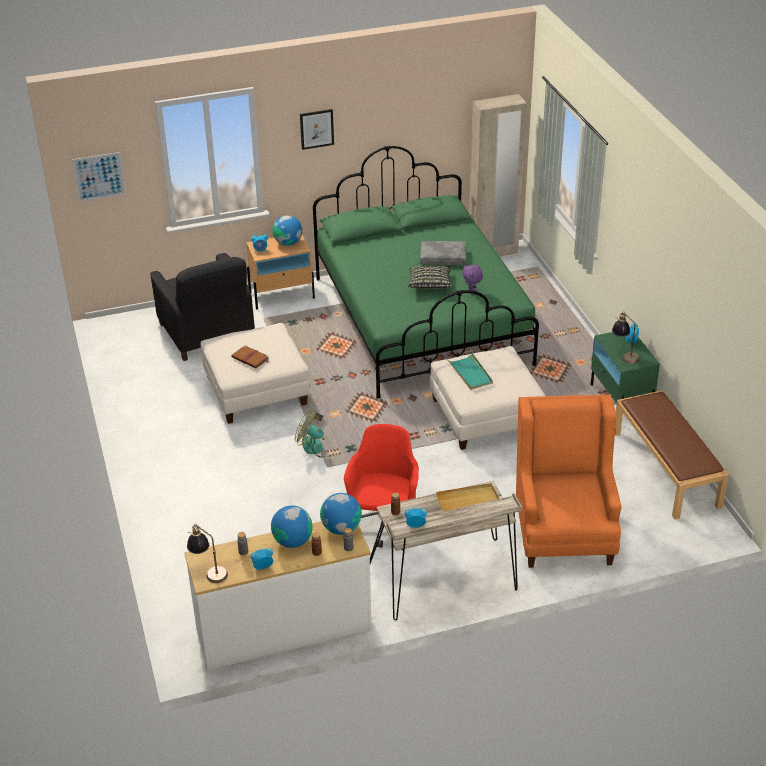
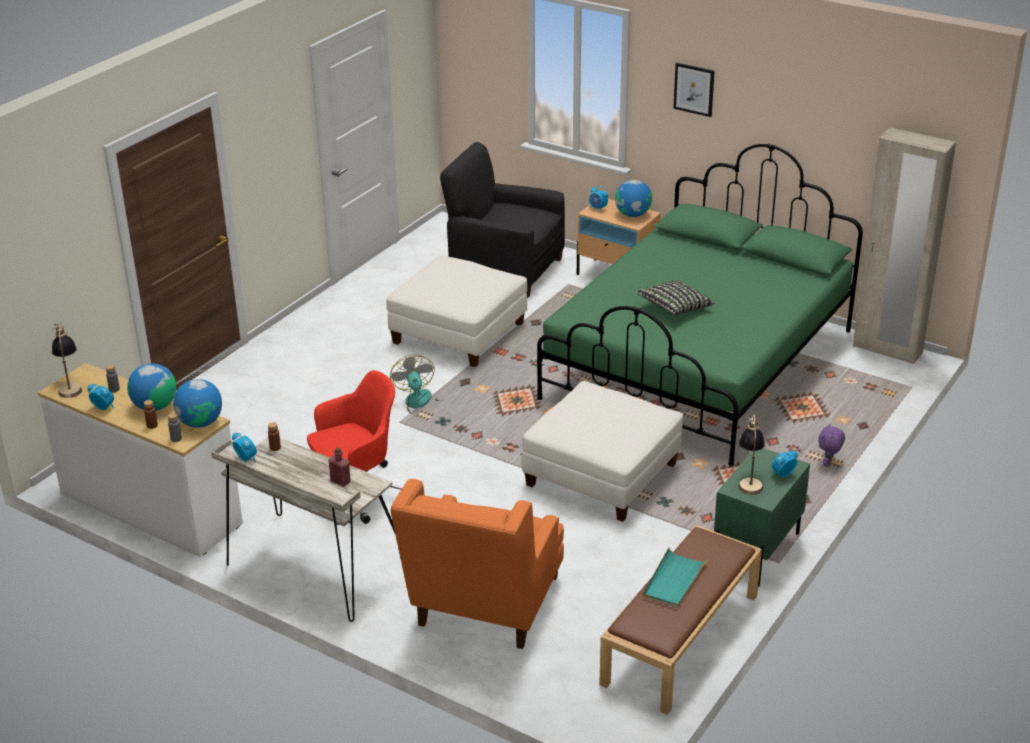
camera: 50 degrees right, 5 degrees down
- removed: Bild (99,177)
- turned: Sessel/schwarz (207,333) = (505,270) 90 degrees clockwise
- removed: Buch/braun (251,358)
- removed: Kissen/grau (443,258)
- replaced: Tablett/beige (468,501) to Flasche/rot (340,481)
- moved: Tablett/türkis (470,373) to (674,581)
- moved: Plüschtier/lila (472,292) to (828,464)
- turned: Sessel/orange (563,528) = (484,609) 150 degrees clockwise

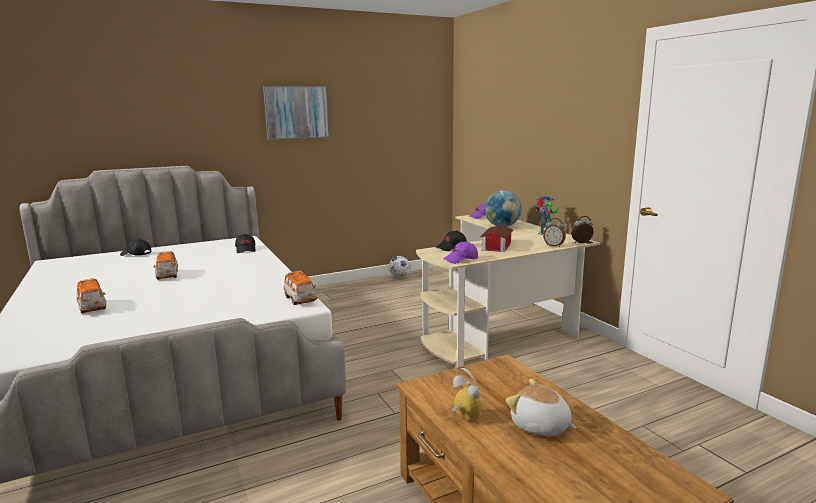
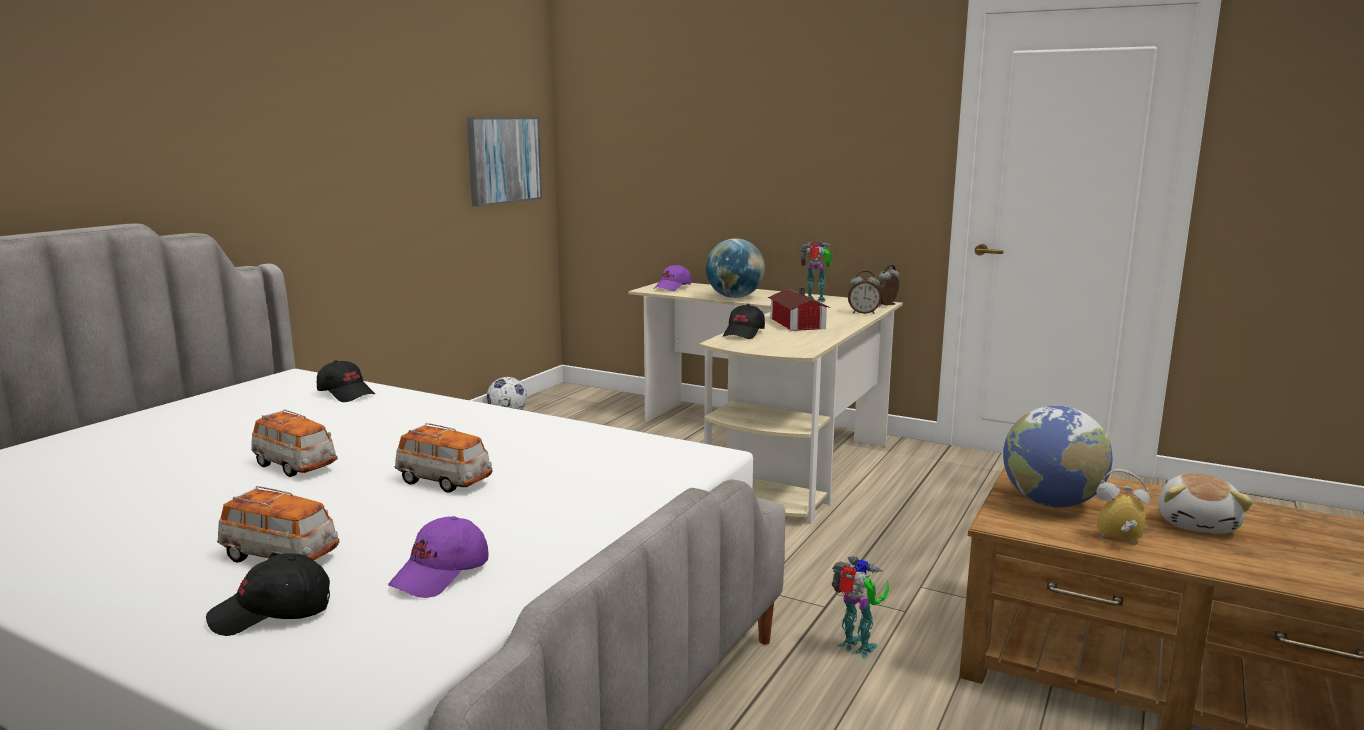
camera: 35 degrees left, 0 degrees up
- moved: Kappe/schwarz (136,254) to (272,614)
- moved: Bild (296,112) to (503,160)
- moved: Spielzeugauto (300,300) to (444,481)
- moved: Kappe/lila (461,260) to (441,574)
- turned: Plüschtier (540,426) = (1198,524) 75 degrees counterclockwise
- added: Spielzeugroboter (857,649)
- added: Globus (1051,503)

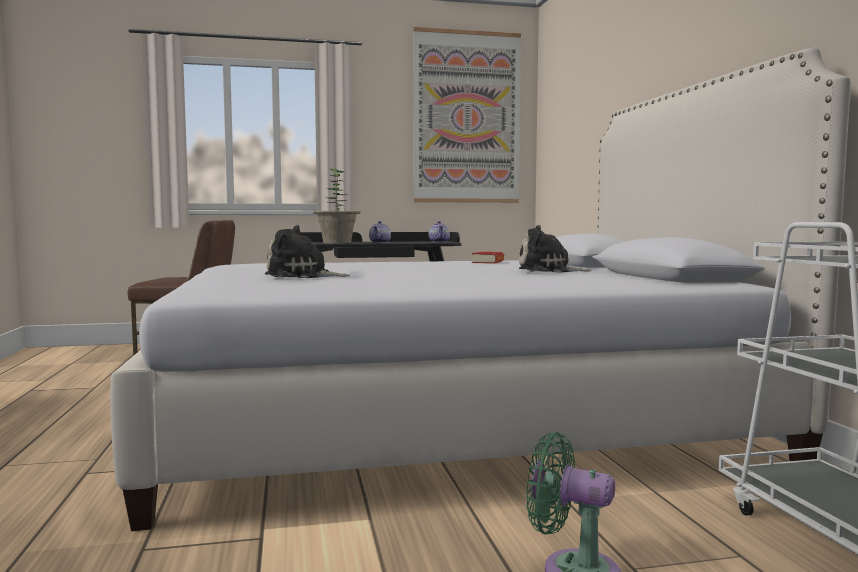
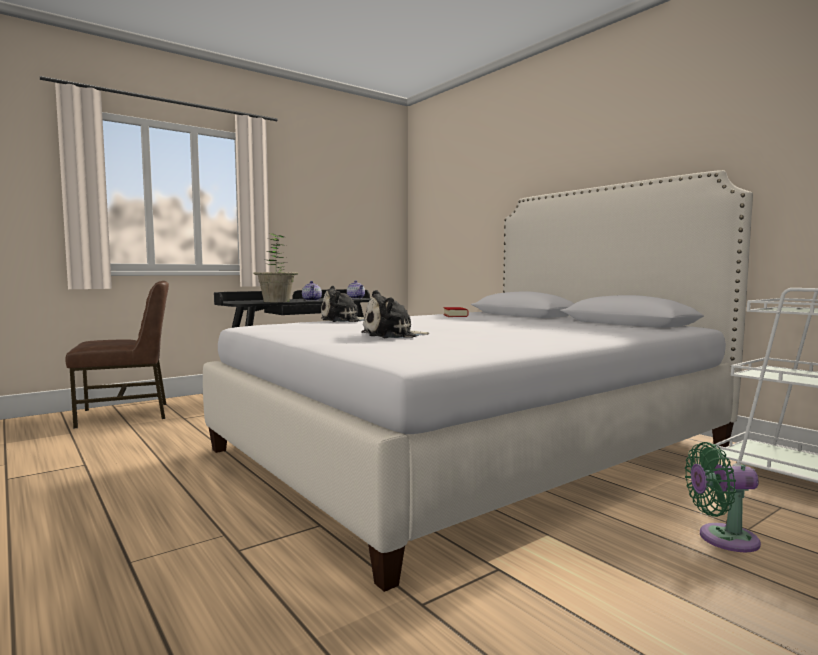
camera: 25 degrees left, 0 degrees up
- removed: Bild (466,117)
- moved: Plüschtier (548,271) to (343,320)

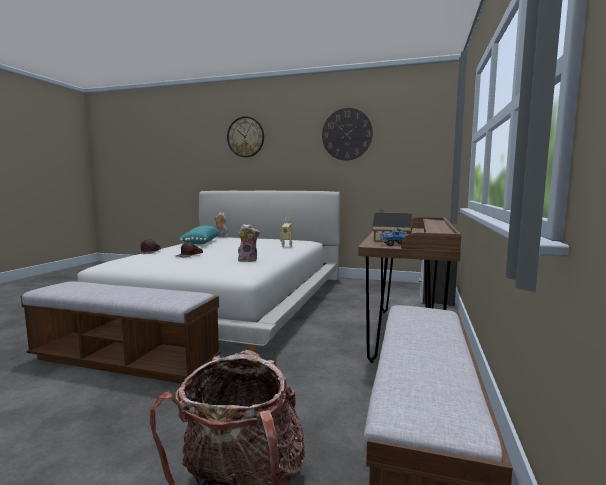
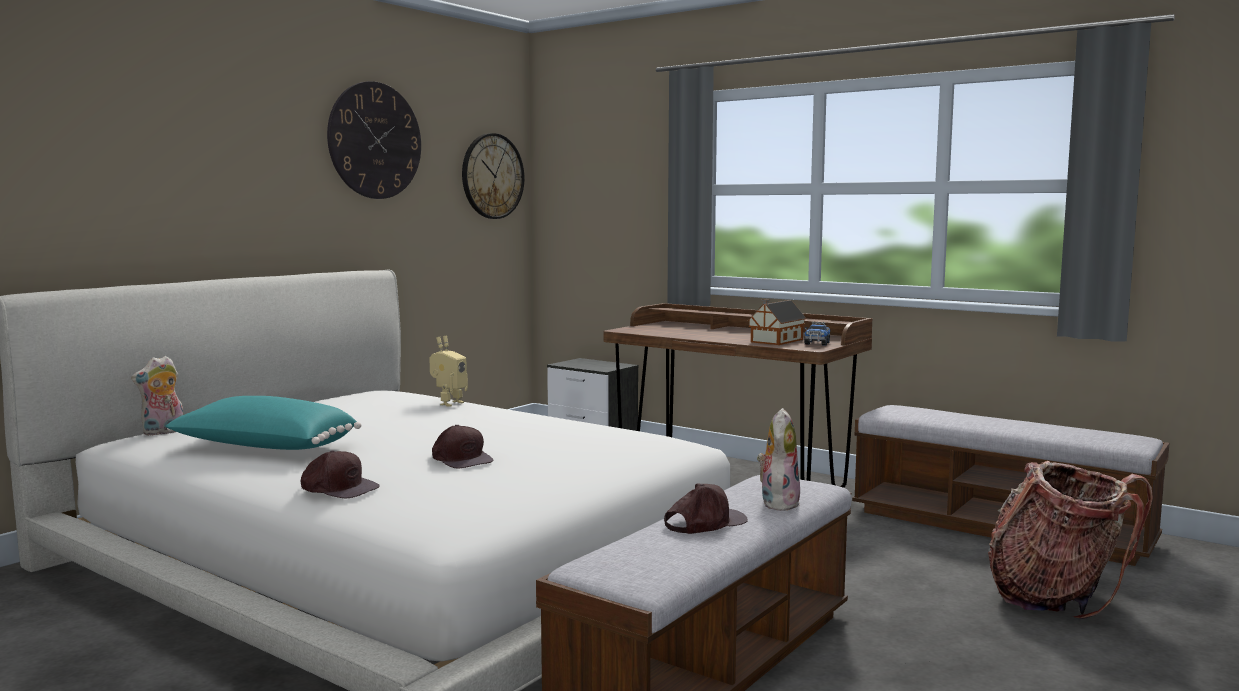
camera: 70 degrees left, 0 degrees up
- moved: Wanduhr (245,137) to (492,176)
- moved: Plüschtier (248,260) to (778,503)
- added: Kappe/braun (704,522)

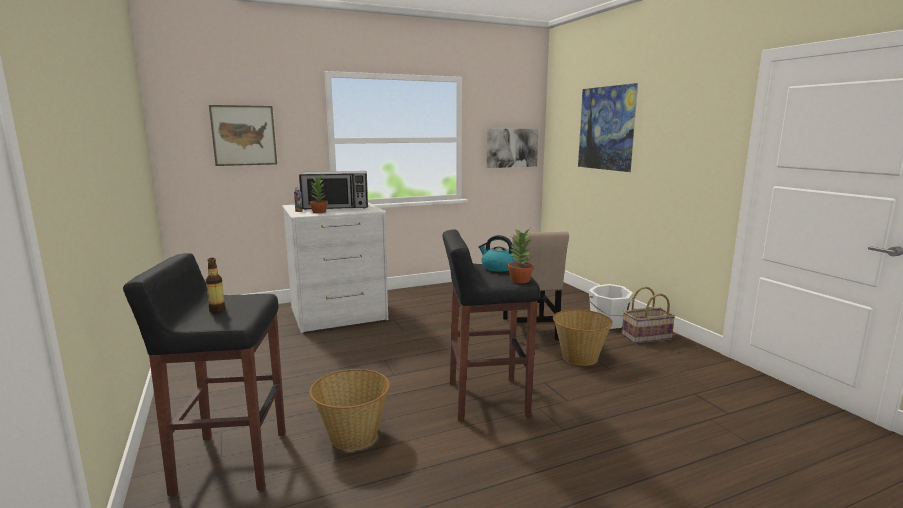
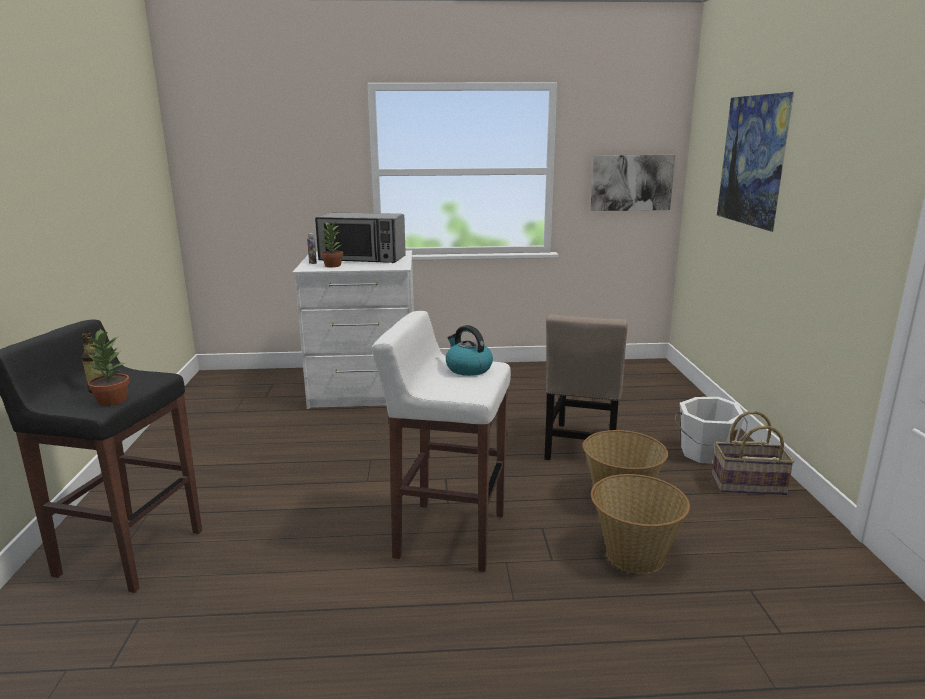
camera: 20 degrees right, 5 degrees up
- removed: Bild (244,135)
- moved: Korb (352,436) to (633,555)
- recoloured: Hocker/schwarz (485,399) to Hocker/weiß (448,535)
- moved: Topfpflanze (520,280) to (112,401)

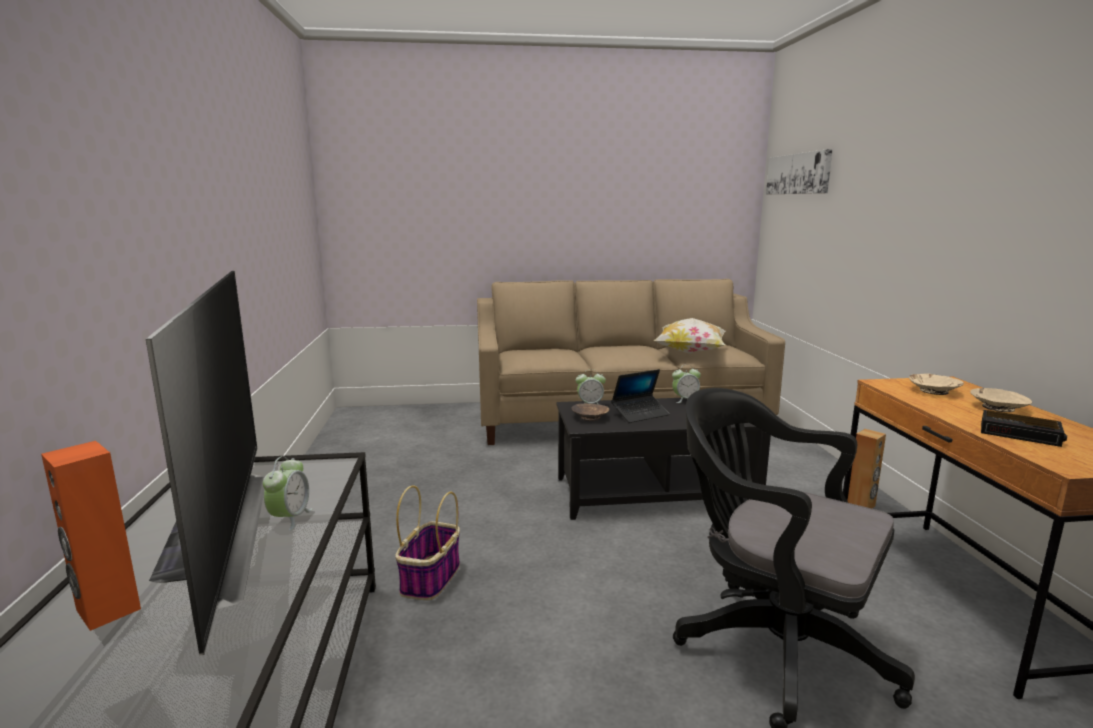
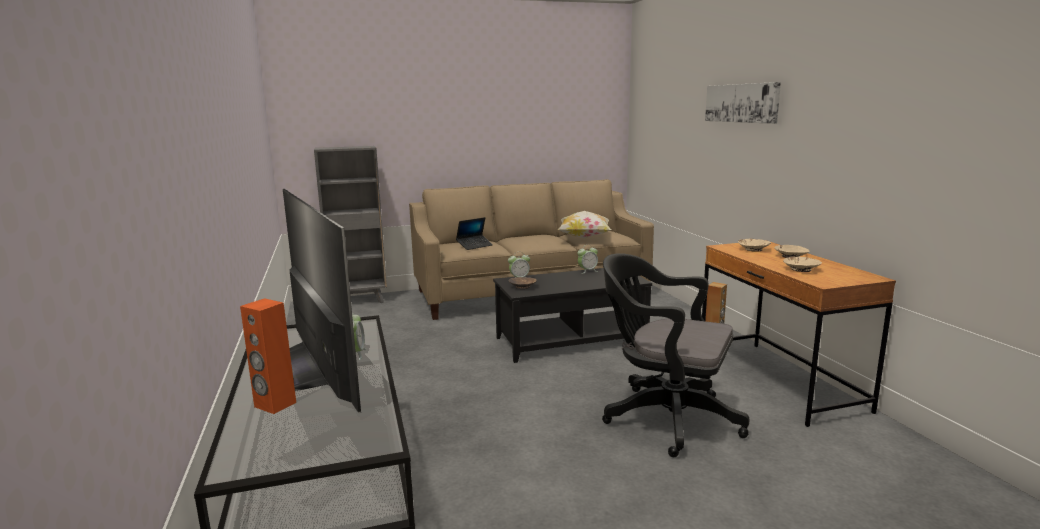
camera: 10 degrees left, 0 degrees up
- removed: Korb (430,579)
- moved: Laptop (640,414) to (474,246)
- moved: Bild (798,174) to (741,103)
- replaced: Wecker (1021,434) to Schüssel/beige (801,269)
- added: Bücherregal/grau (359,301)

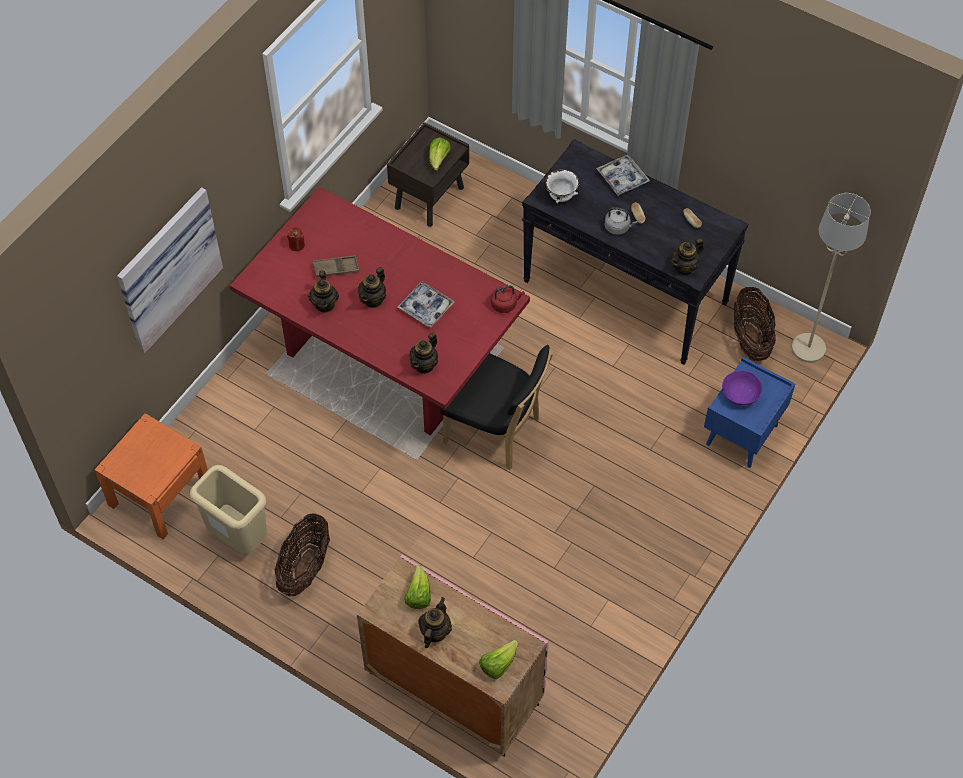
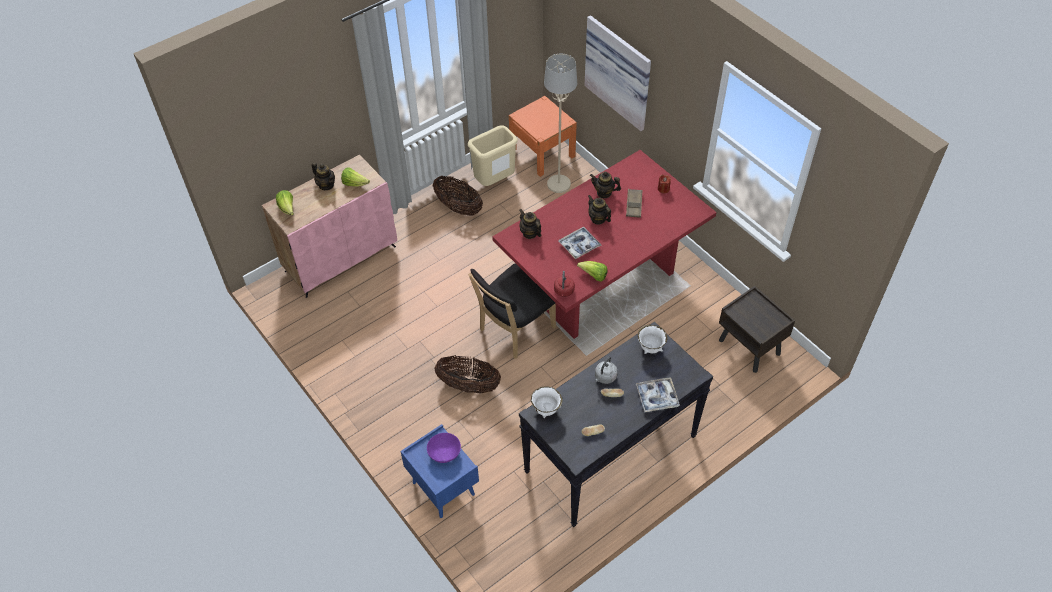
camera: 110 degrees right, 5 degrees down
- moved: Salatkopf (438,160) to (594,276)
- replaced: Teekanne (684,267) to Schüssel/weiß (546,410)
- moved: Korb (750,339) to (468,385)
- moved: Stehlampe/beige (808,349) to (558,184)

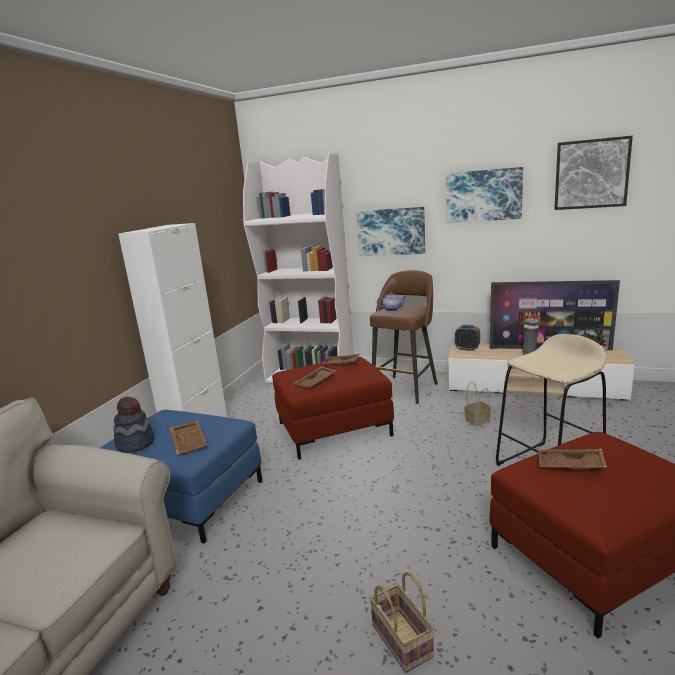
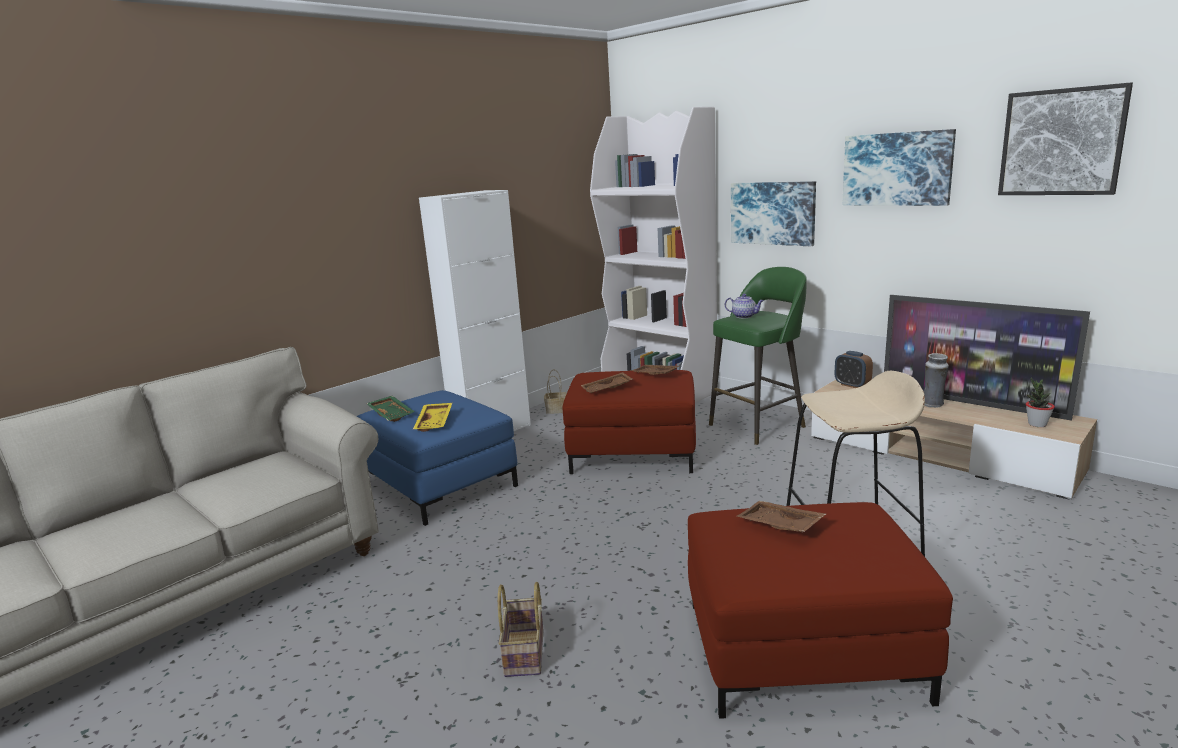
camera: 25 degrees right, 0 degrees up
- replaced: Hut (136,443) to Tablett/grün (392,414)
- recoloured: Tablett/braun (190,442) to Tablett/gelb (435,422)
- recoloured: Hocker/braun (406,389) to Hocker/grün (759,425)
- moved: Korb (477,421) to (555,410)

